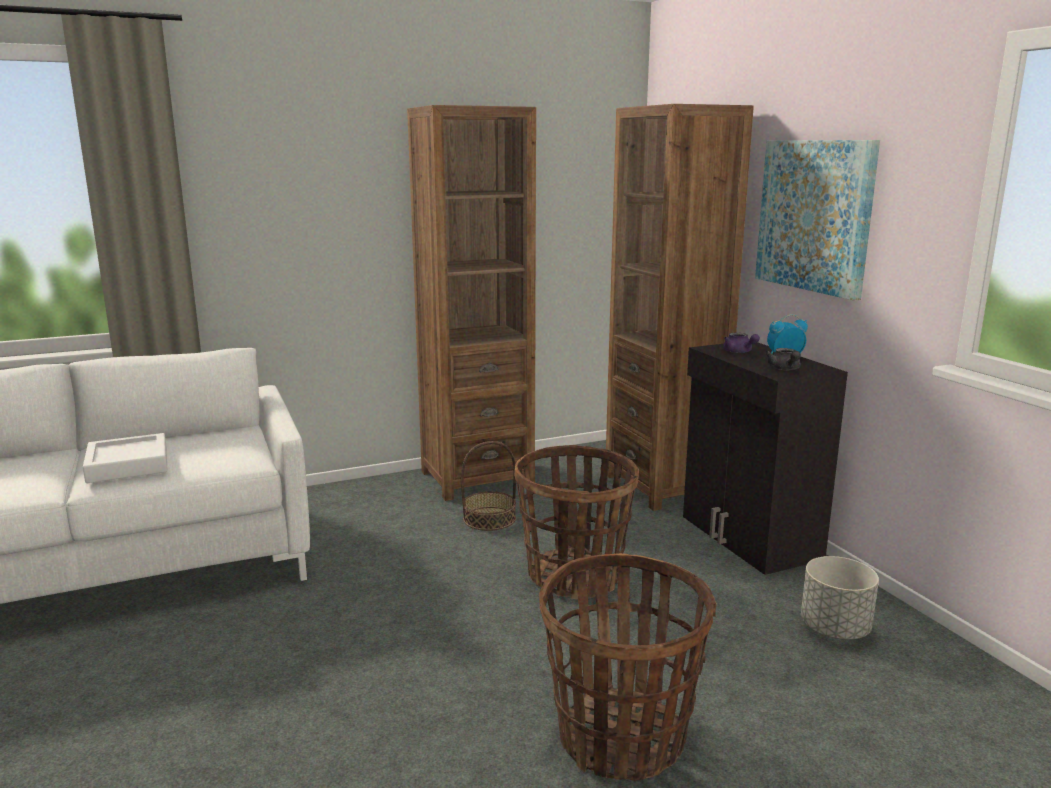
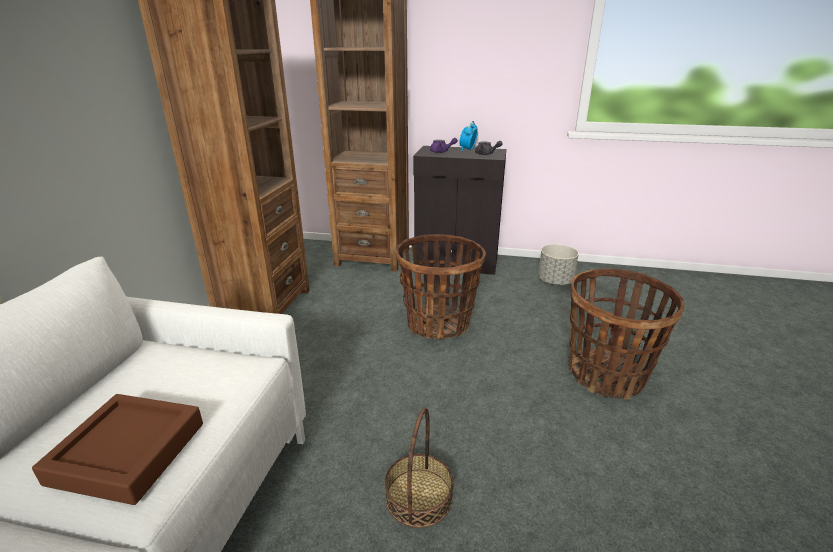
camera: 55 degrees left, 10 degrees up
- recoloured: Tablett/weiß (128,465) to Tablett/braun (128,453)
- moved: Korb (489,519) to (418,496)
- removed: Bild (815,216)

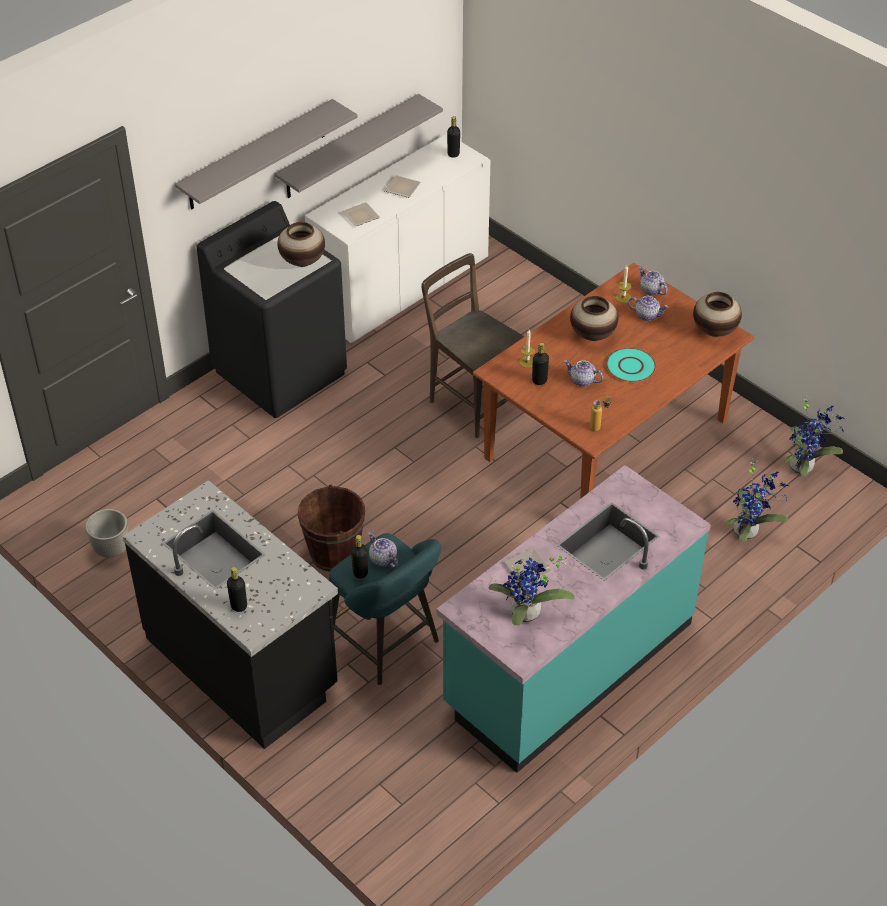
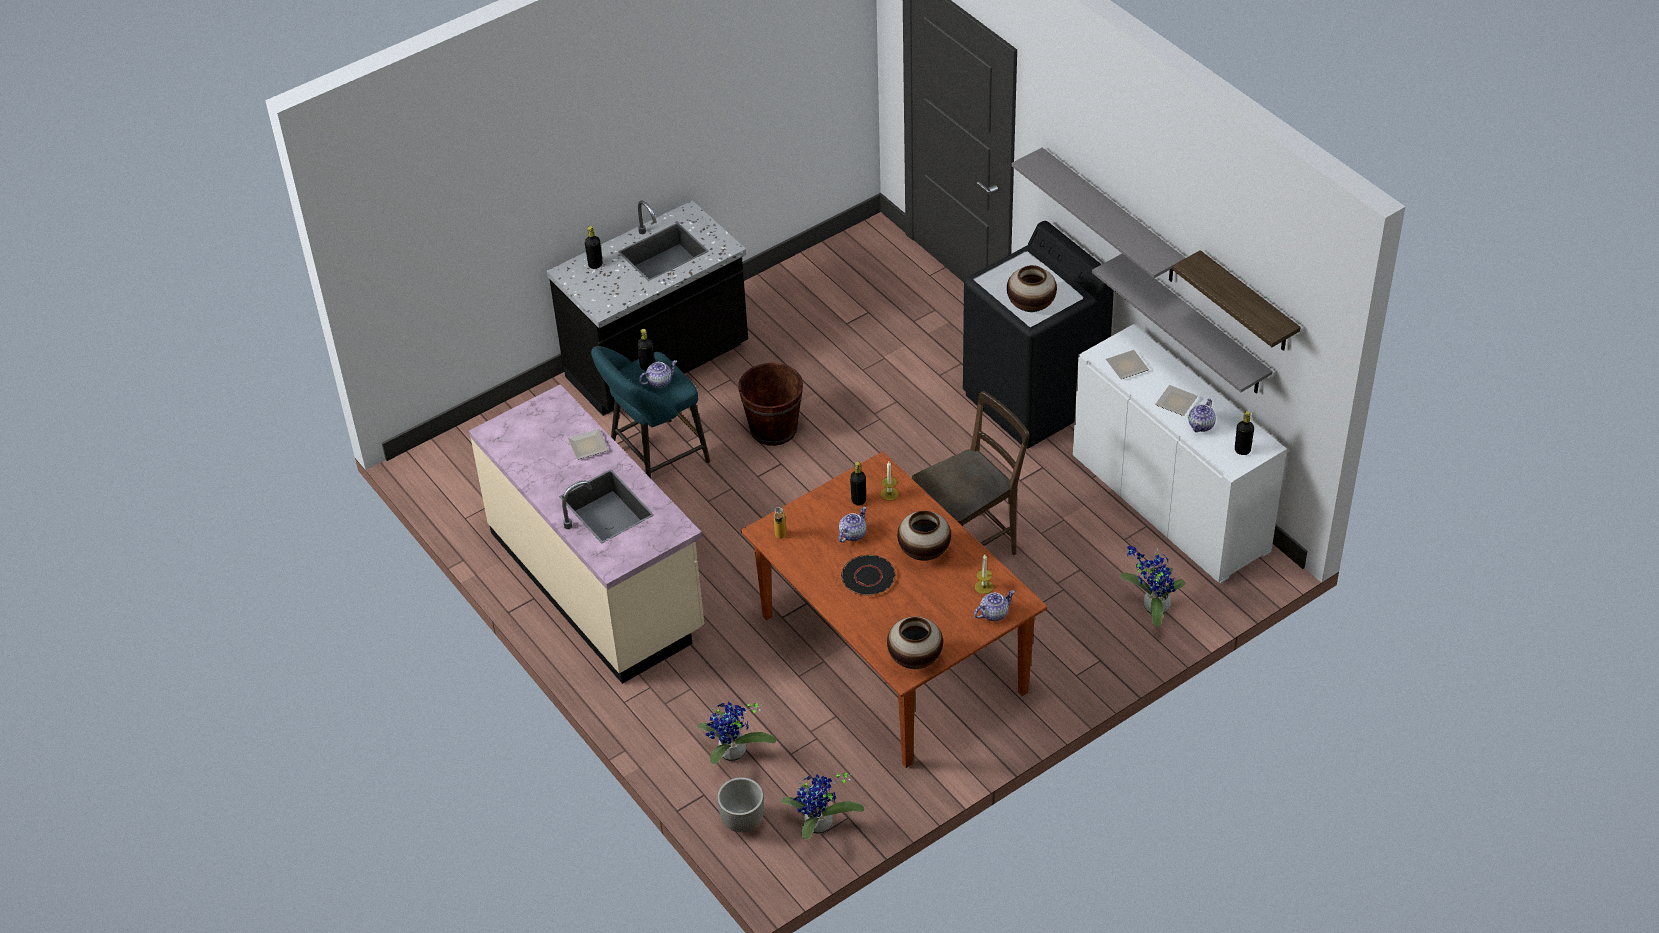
camera: 100 degrees right, 0 degrees up
- moved: Pflanzkübel (111,549) to (743,821)
- recoloured: Küchenzeile/türkis (567,664) to Küchenzeile/beige (598,582)
- moved: Topfpflanze (526,616) to (1152,607)
- recoloured: Teller/türkis (630,366) to Teller/schwarz (868,576)
- moved: Teekanne (647,315) to (1201,425)
- added: Wandregal (1247,303)

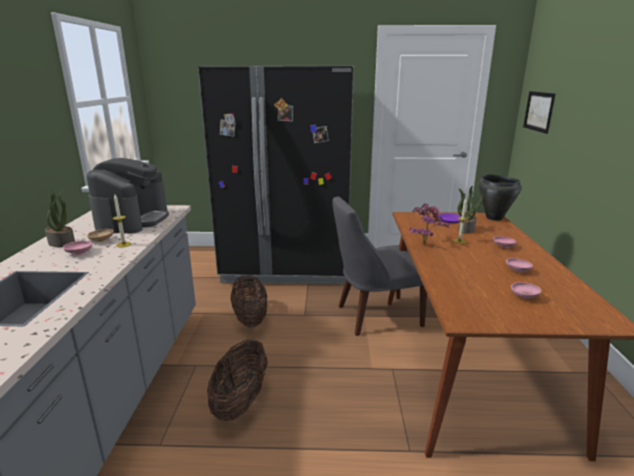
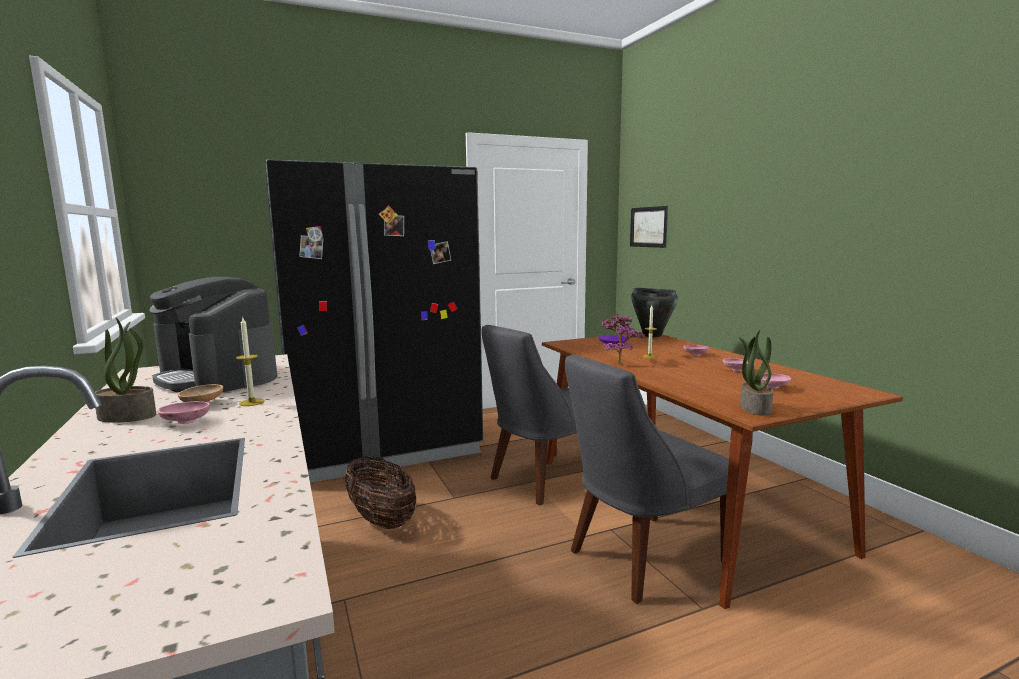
camera: 25 degrees left, 10 degrees down
- turned: Kaffeemaschine (133,220) = (218,377) 150 degrees clockwise
- removed: Korb (241,401)
- moved: Topfpflanze (466,229) to (754,408)
- added: Stuhl/grau (641,558)

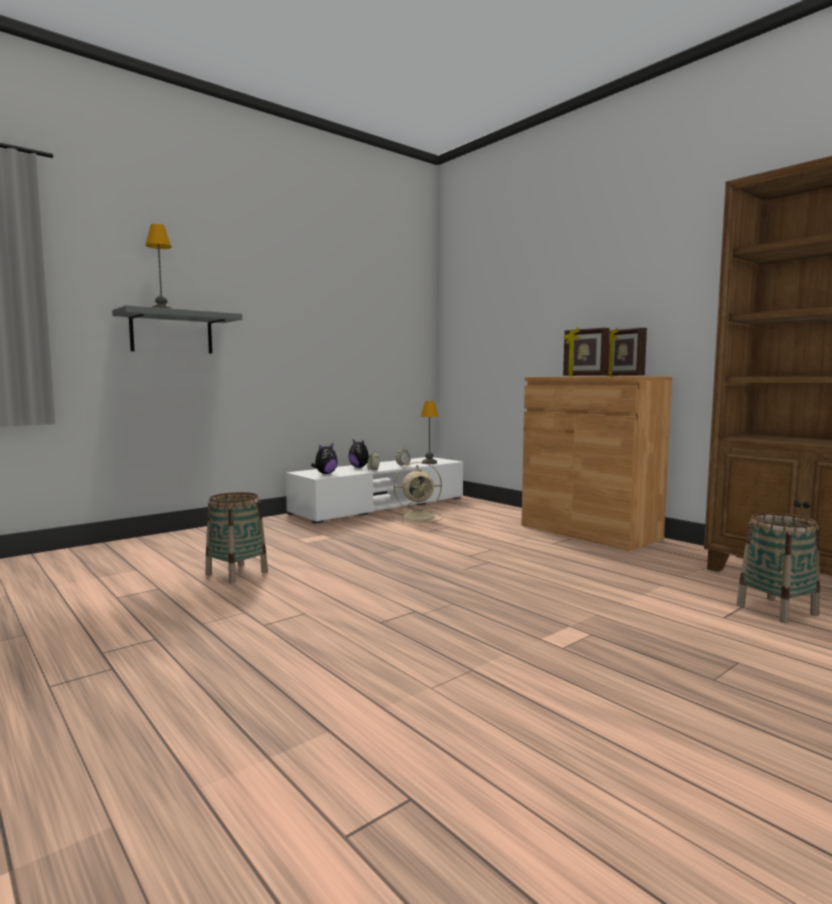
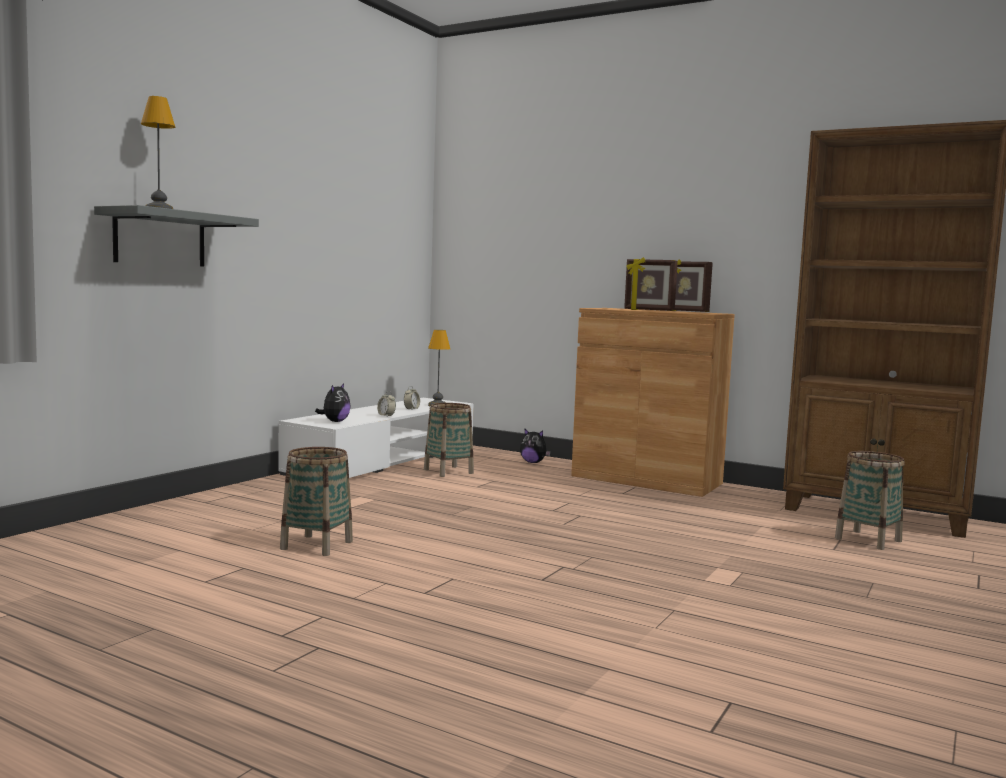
camera: 20 degrees left, 0 degrees up
- moved: Plüschtier (360,467) to (533,462)
- replaced: Ventilator/beige (419,517) to Korb (448,471)

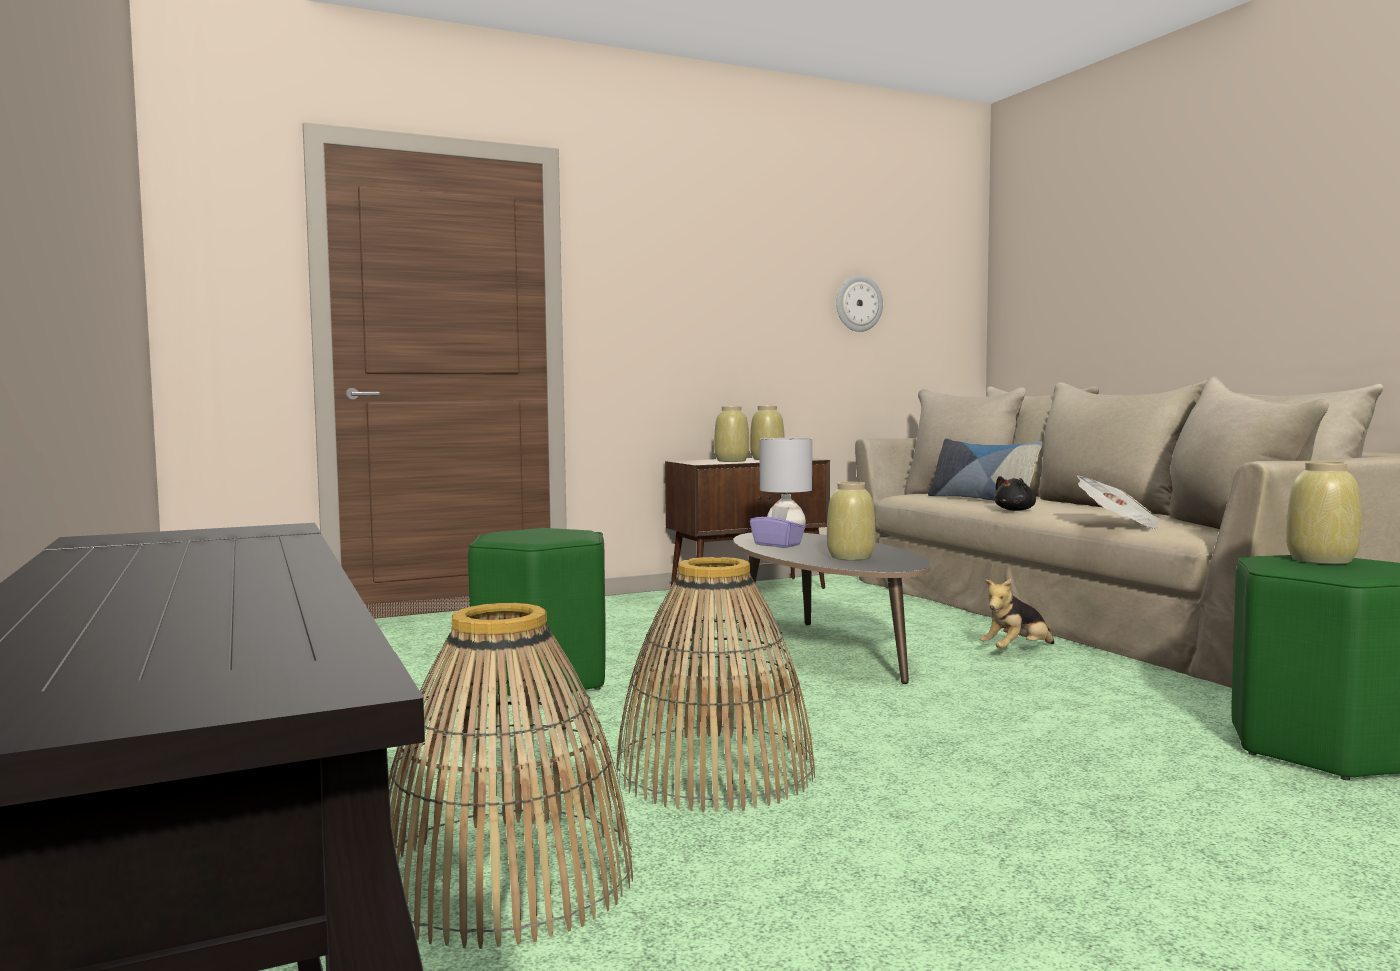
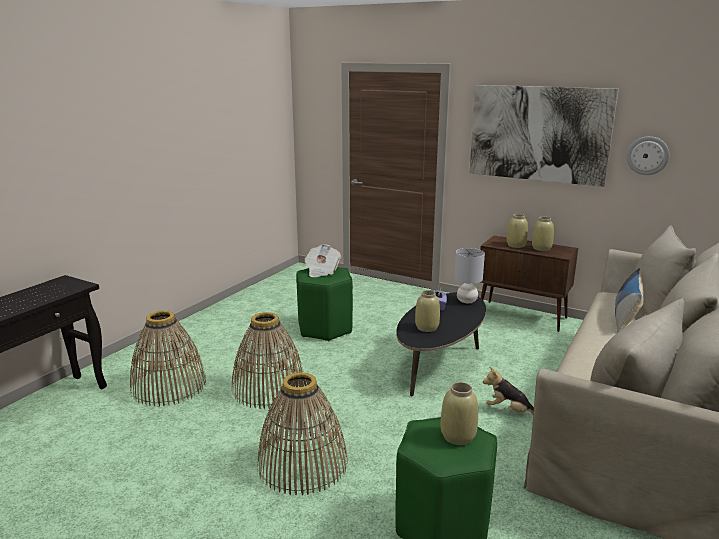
camera: 55 degrees right, 15 degrees up
- removed: Plüschtier/schwarz (1016,510)
- moved: Zeitung (1119,525) to (321,271)
- added: Korb (302,464)
- added: Bild (538,134)

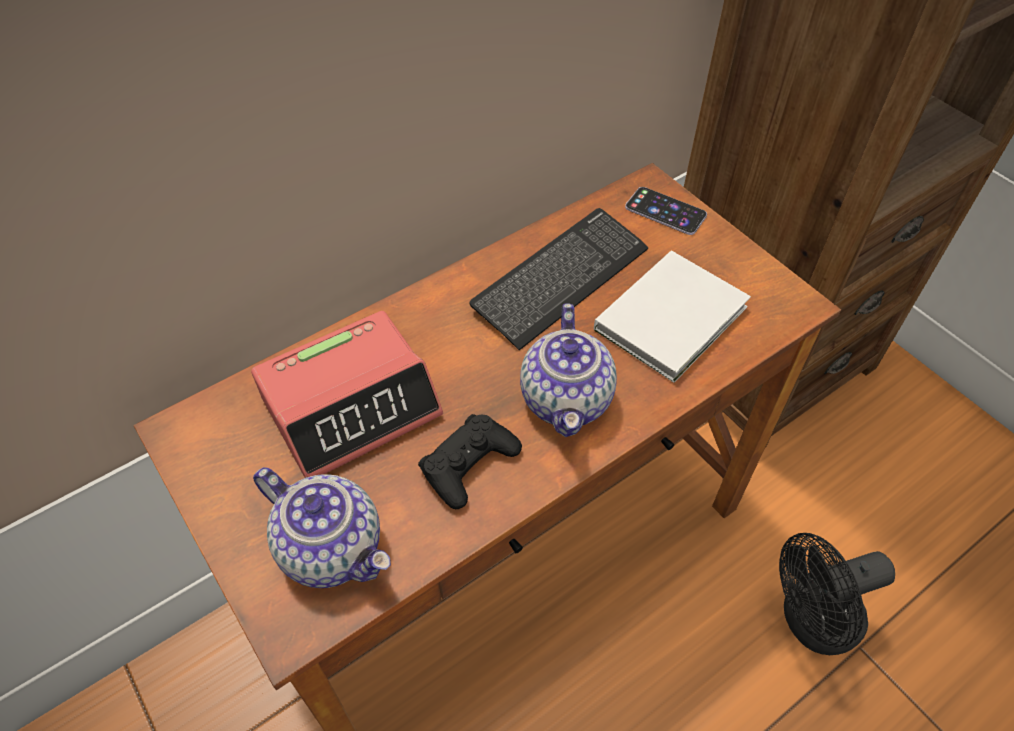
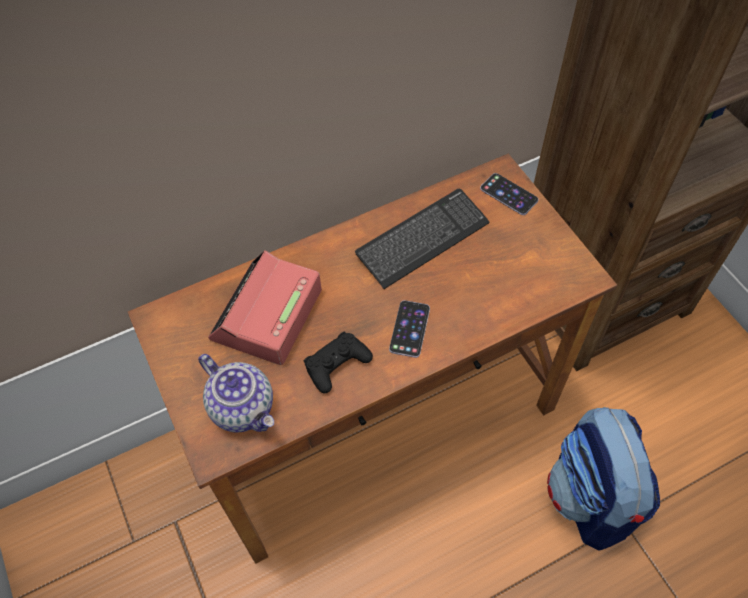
camera: 10 degrees right, 5 degrees up
- turned: Wecker (352,406) = (267,315) 135 degrees clockwise
- replaced: Teekanne (567,400) to Handy (409,329)
- removed: Buch/weiß (675,317)
- replaced: Ventilator/schwarz (810,622) to Rucksack (591,499)

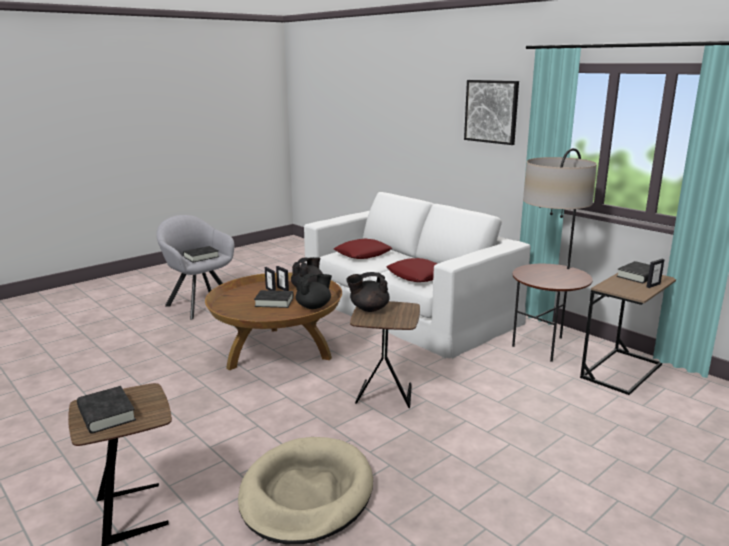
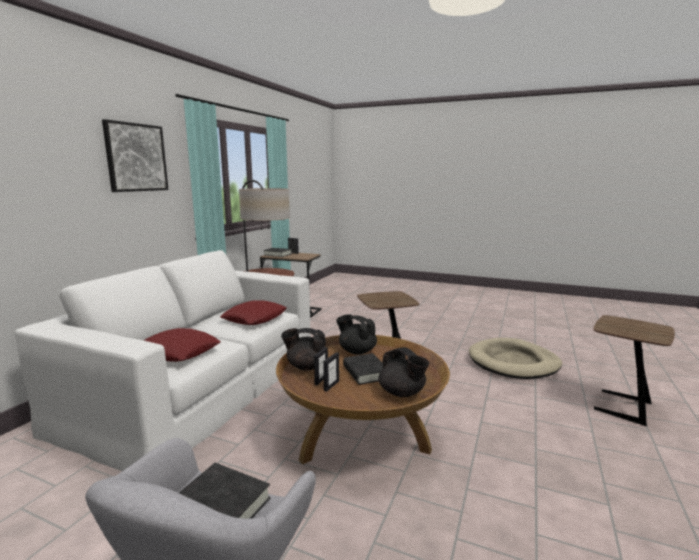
camera: 115 degrees left, 5 degrees down
- removed: Buch/schwarz (106,414)
- moved: Teekanne/schwarz (368,309) to (402,393)

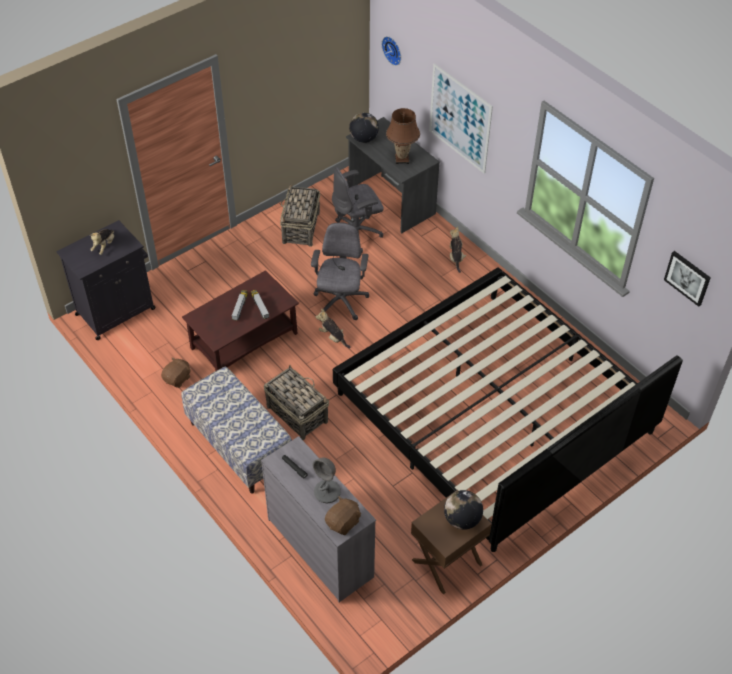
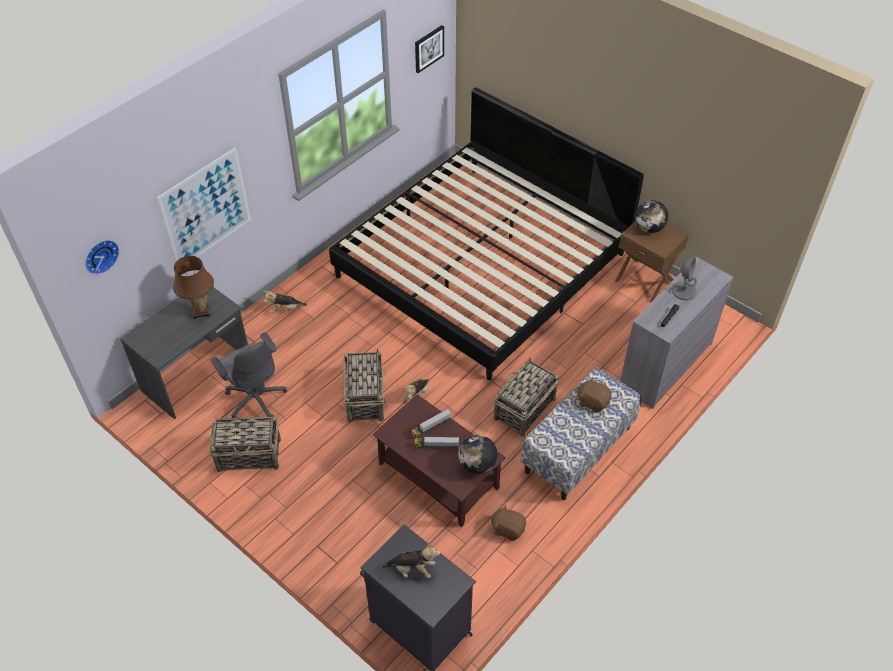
camera: 100 degrees left, 0 degrees up
- replaced: Bürostuhl/grau (340,302) to Korb (365,397)
- moved: Plüschtier/braun (343,522) to (592,402)
- moved: Globus (364,139) to (477,465)

